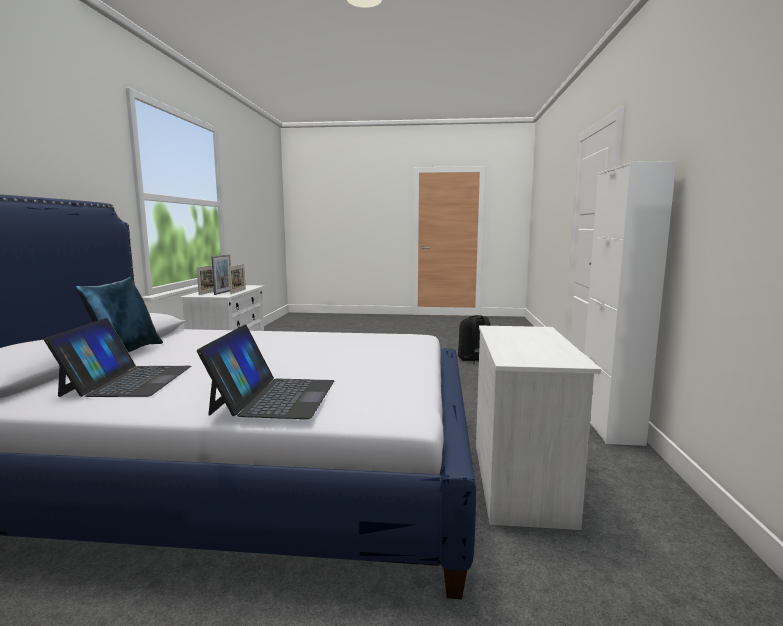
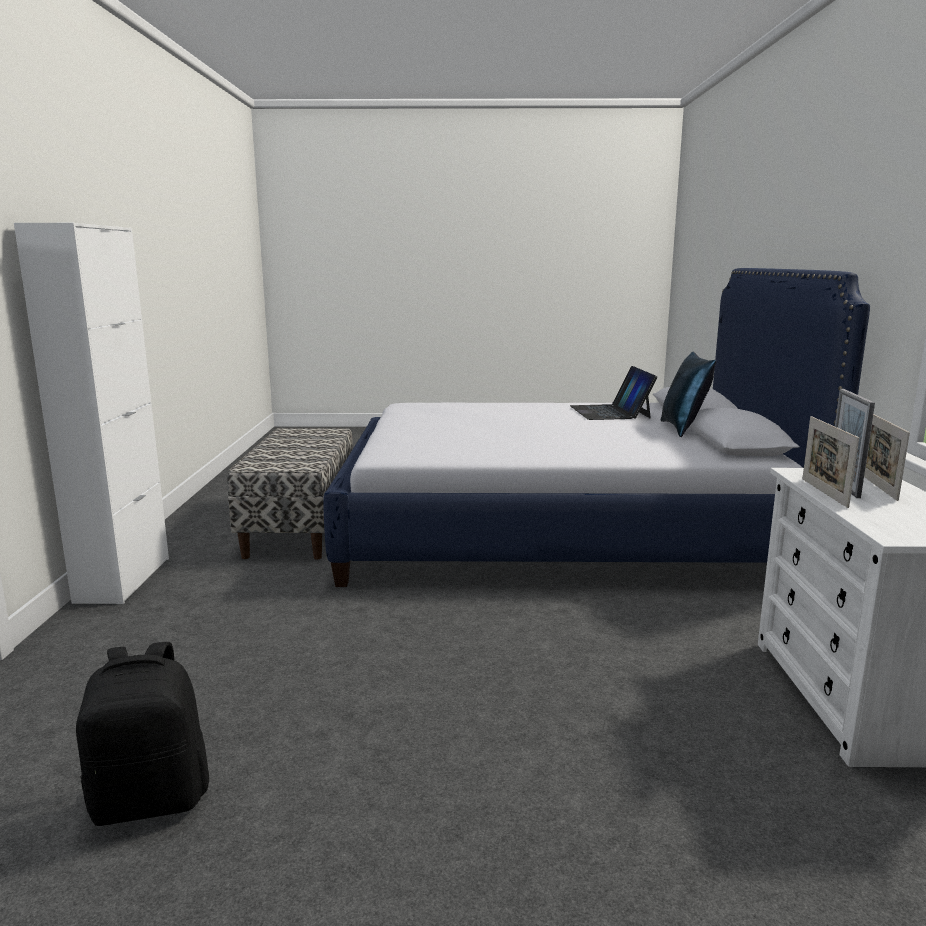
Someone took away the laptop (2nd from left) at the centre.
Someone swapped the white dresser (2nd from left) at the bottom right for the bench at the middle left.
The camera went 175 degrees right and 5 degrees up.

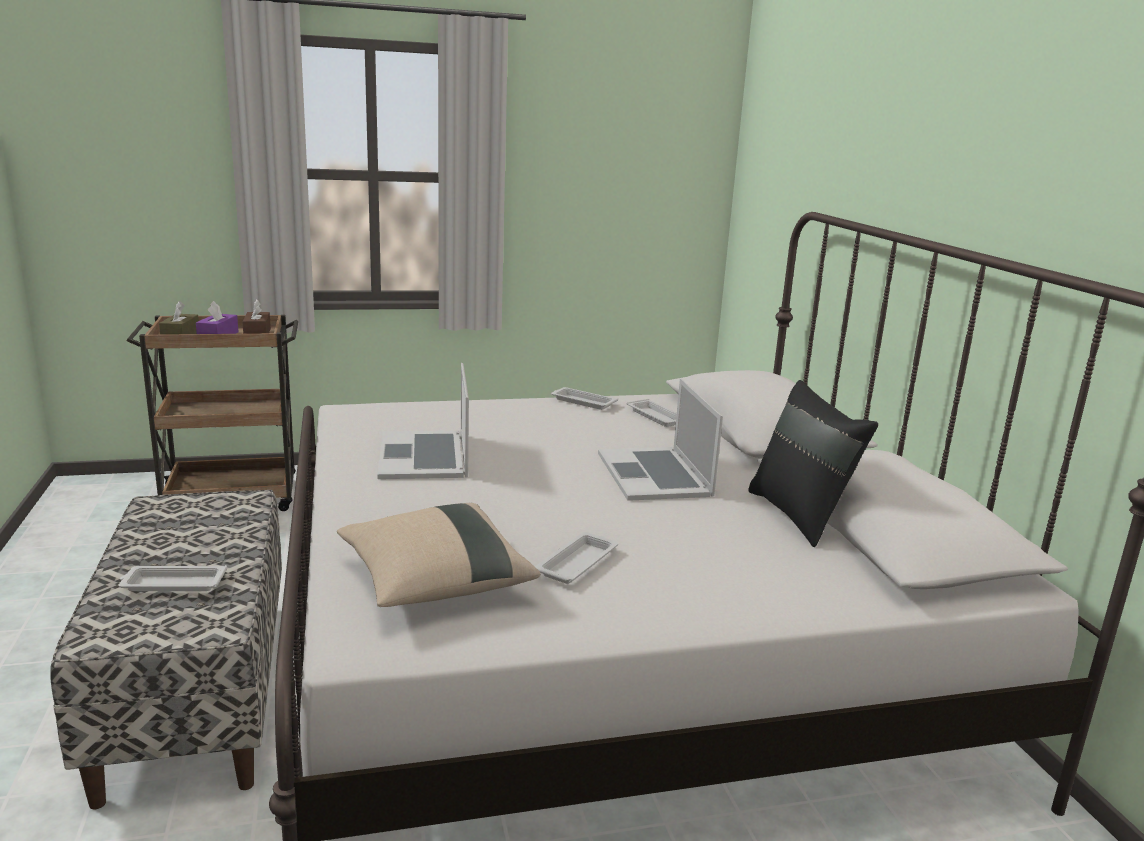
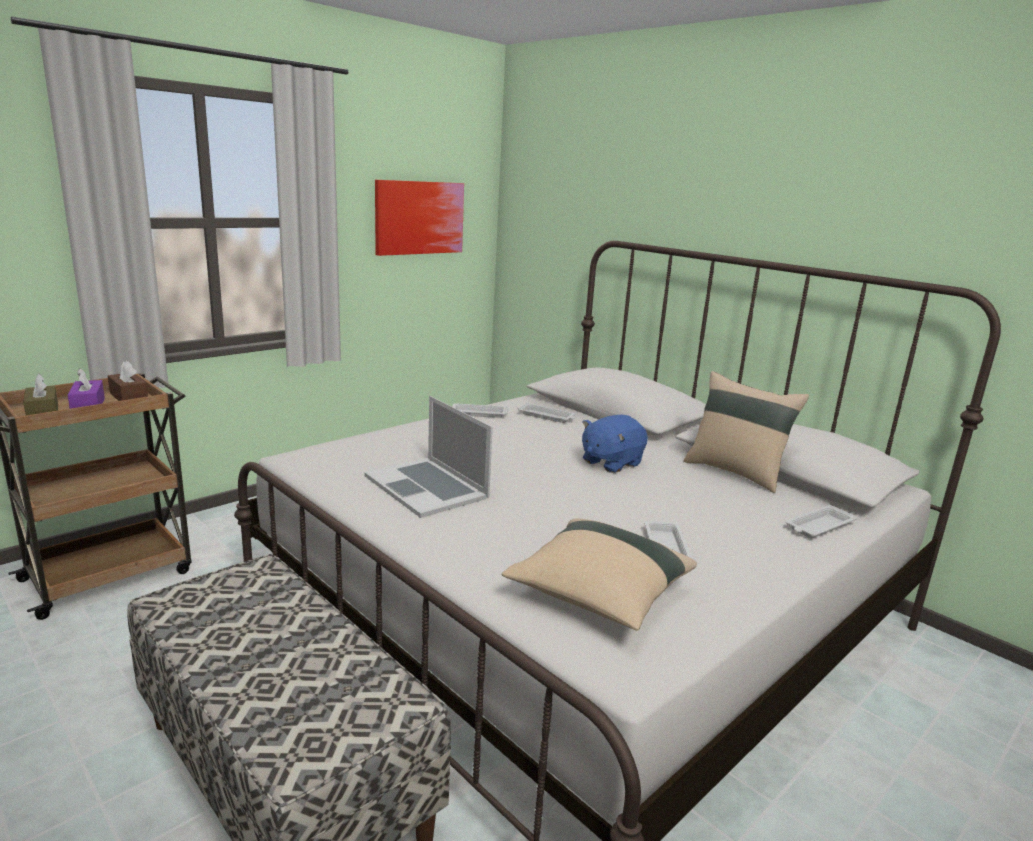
Someone swapped the laptop (2nd from left) at the centre for the blue plush toy at the centre.
Someone repainted the black pillow at the middle right, which became the beige pillow (2nd from left) at the middle right.
Someone carried the white tray (1st from left in the first image) from the bottom left to the middle right.
Someone put up the picture at the top centre.
The camera went 30 degrees left and 0 degrees up.

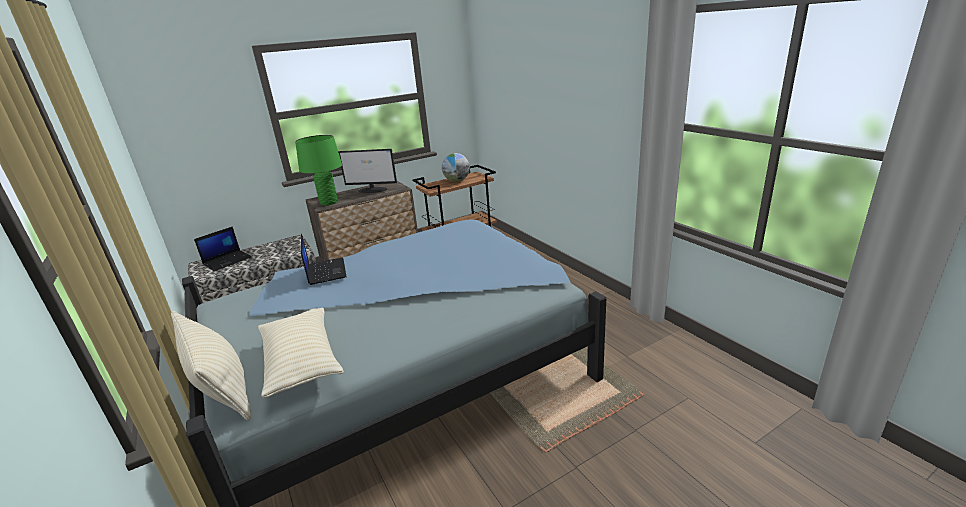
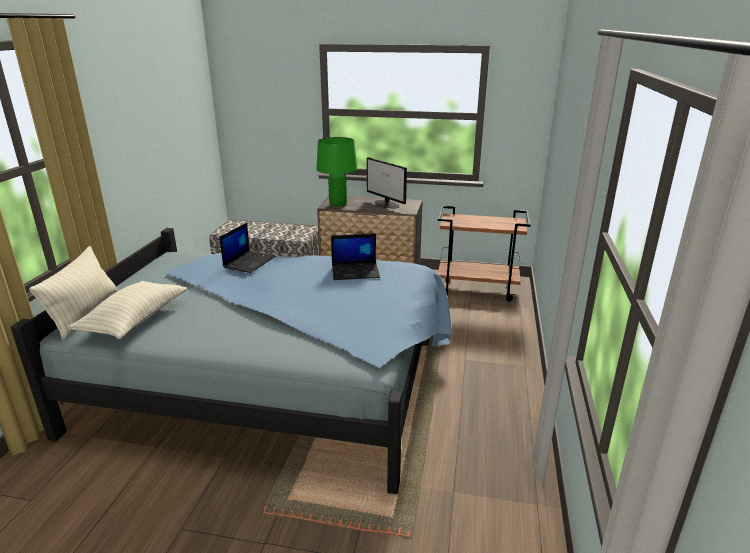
Someone took away the globe at the top centre.
Someone carried the laptop (1st from left in the first image) from the middle left to the centre.
The camera went 40 degrees right and 0 degrees up.

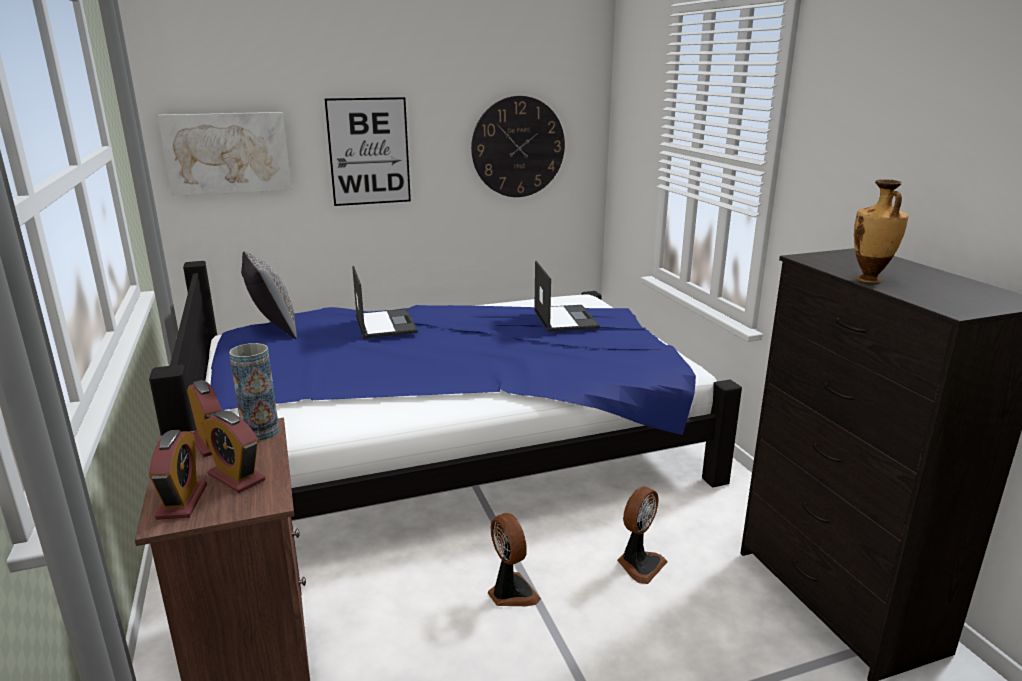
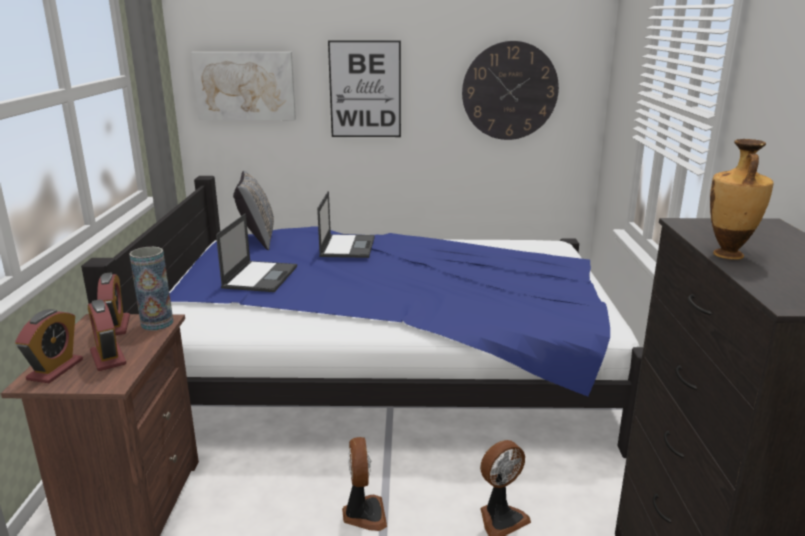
Someone carried the laptop (2nd from left in the first image) from the centre to the middle left.
The camera went 20 degrees right and 0 degrees up.

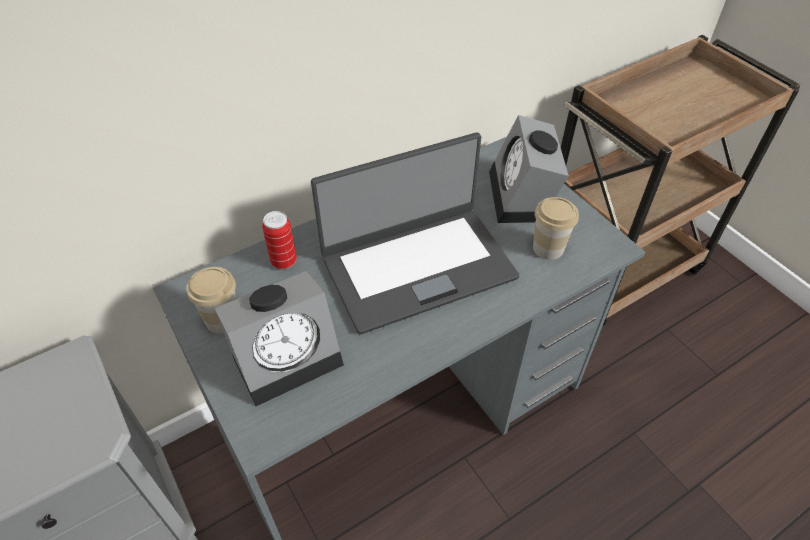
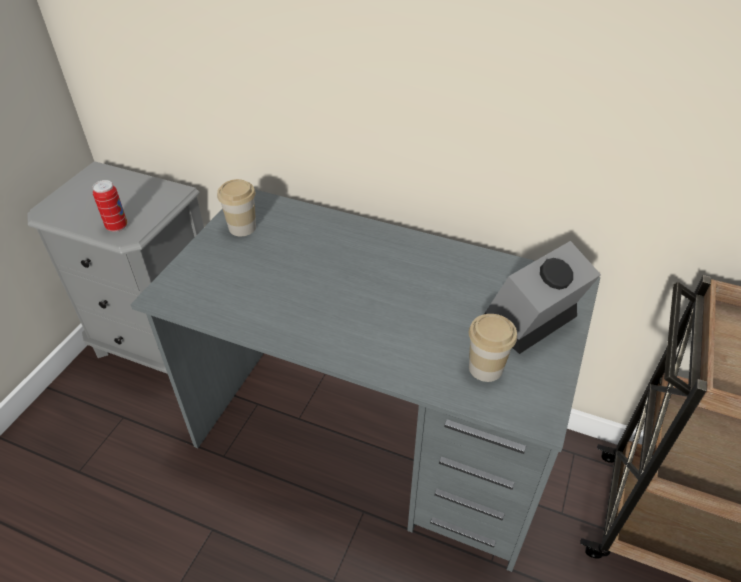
Someone took away the laptop at the centre.
Someone carried the can from the centre to the middle left.
Someone took away the alarm clock (1st from left) at the centre.
The camera went 55 degrees right and 5 degrees down.

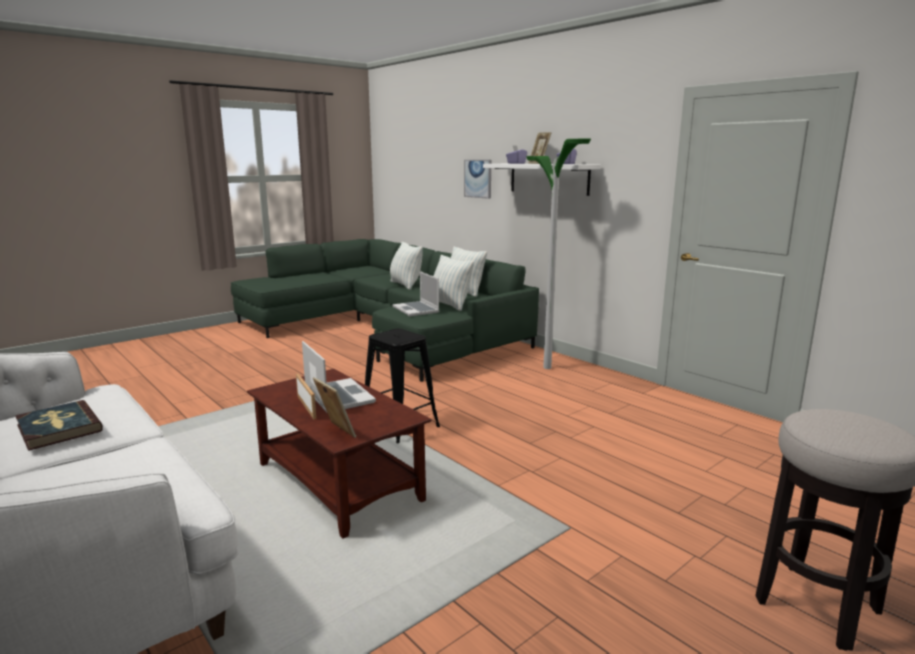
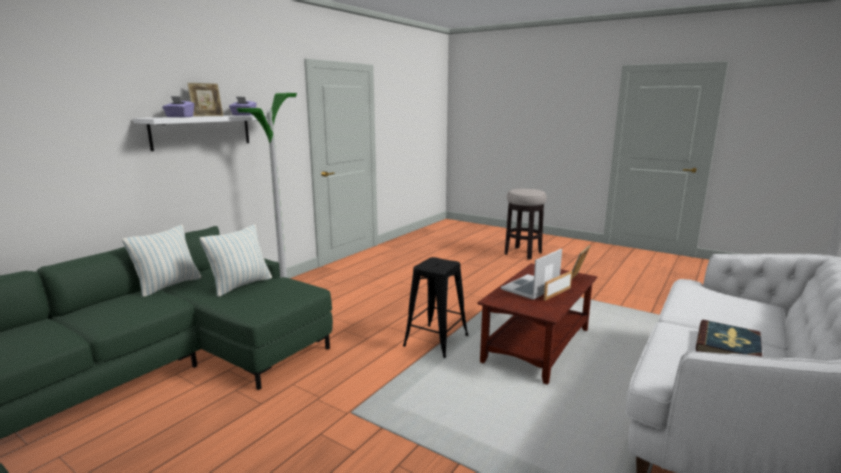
Someone took away the picture at the top centre.
Someone took away the pillow (1st from left) at the centre.
Someone took away the laptop (2nd from left) at the centre.
The camera went 105 degrees left and 0 degrees up.

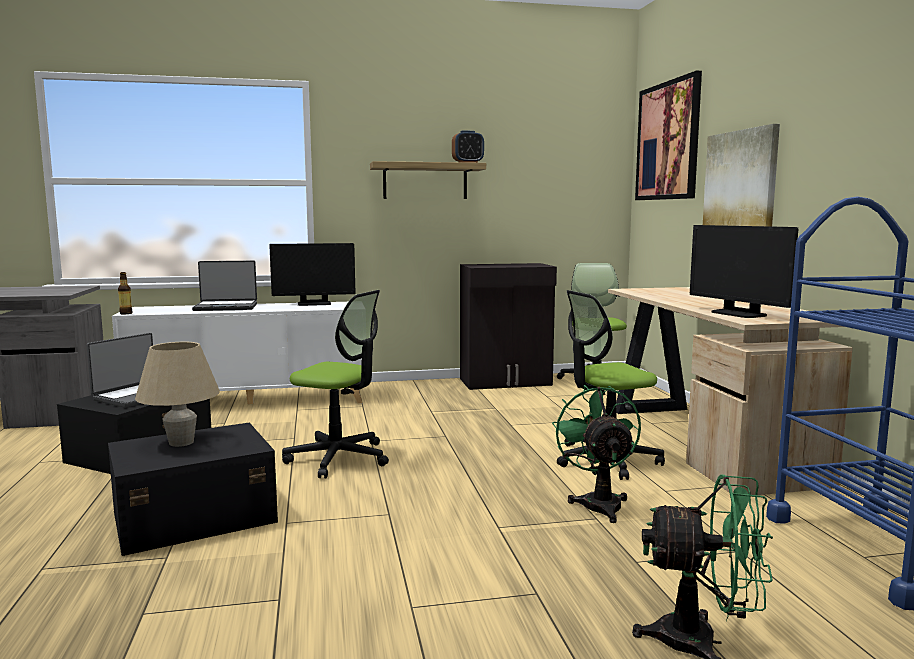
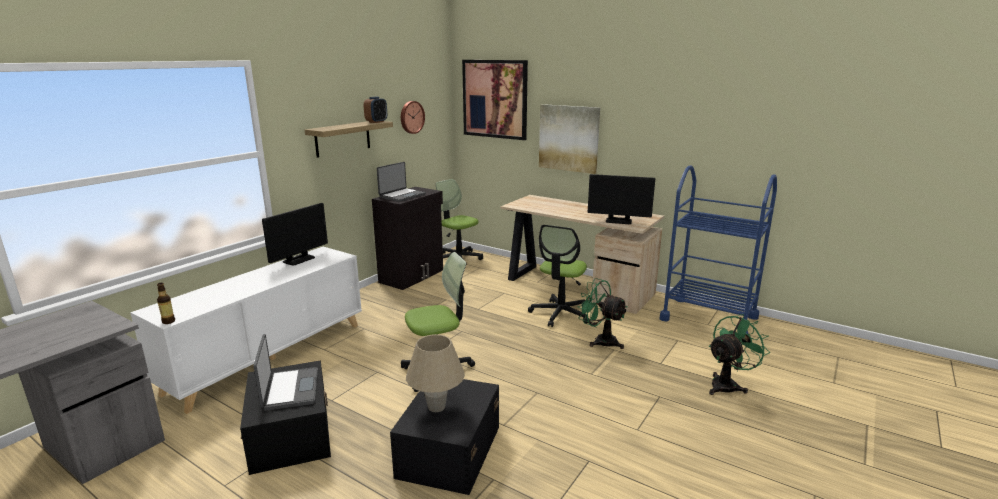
Someone carried the laptop (2nd from left) from the middle left to the centre.
Someone put up the wall clock at the top centre.
The camera went 45 degrees left and 10 degrees up.

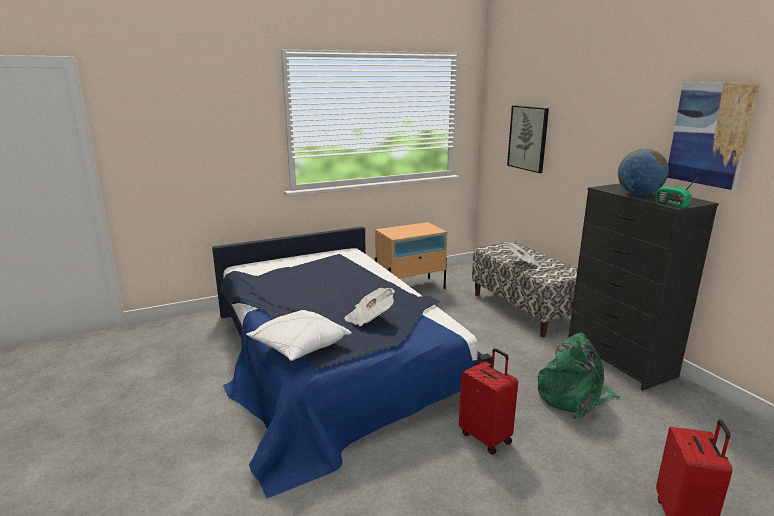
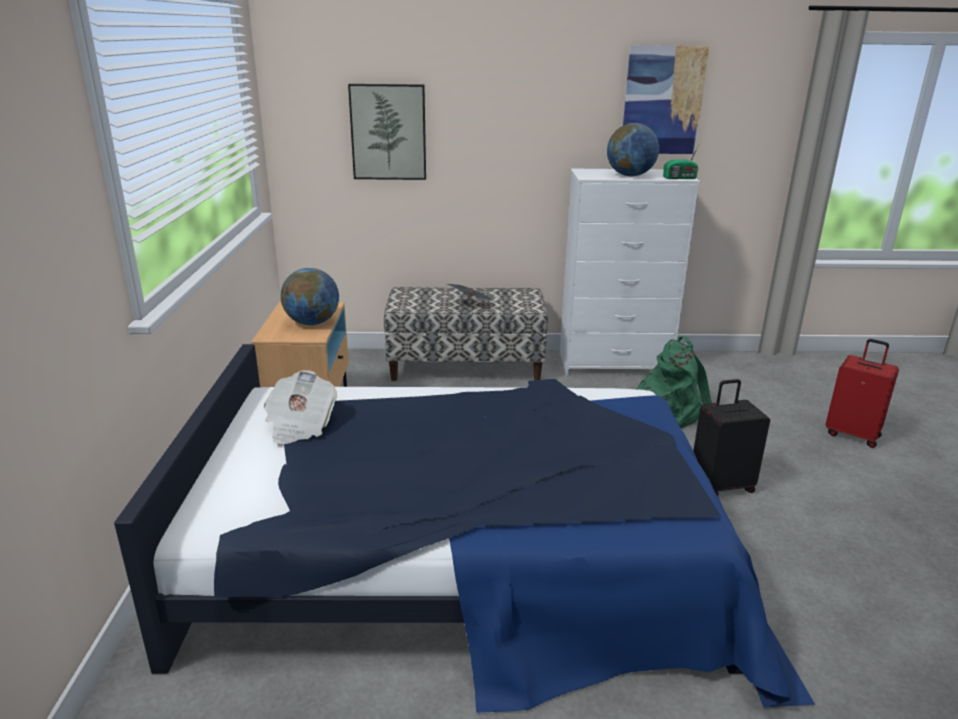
Someone repainted the black dresser at the middle right, which became the white dresser at the centre.
Someone carried the newspaper (1st from left) from the centre to the middle left.
Someone took away the white pillow at the centre.
Someone repainted the red suitcase (1st from left) at the bottom centre, which became the black suitcase at the middle right.
Someone put down the globe (1st from left) at the middle left.
The camera went 65 degrees left and 5 degrees up.

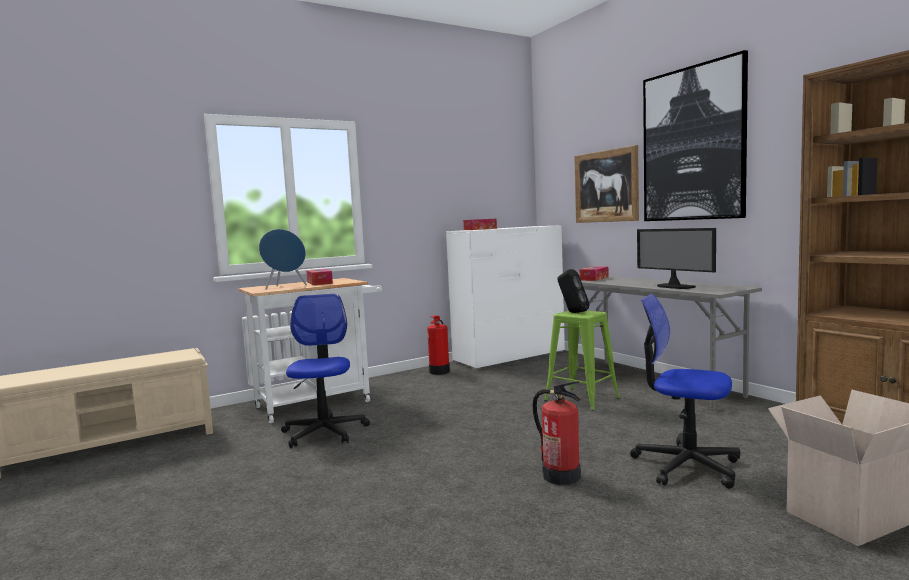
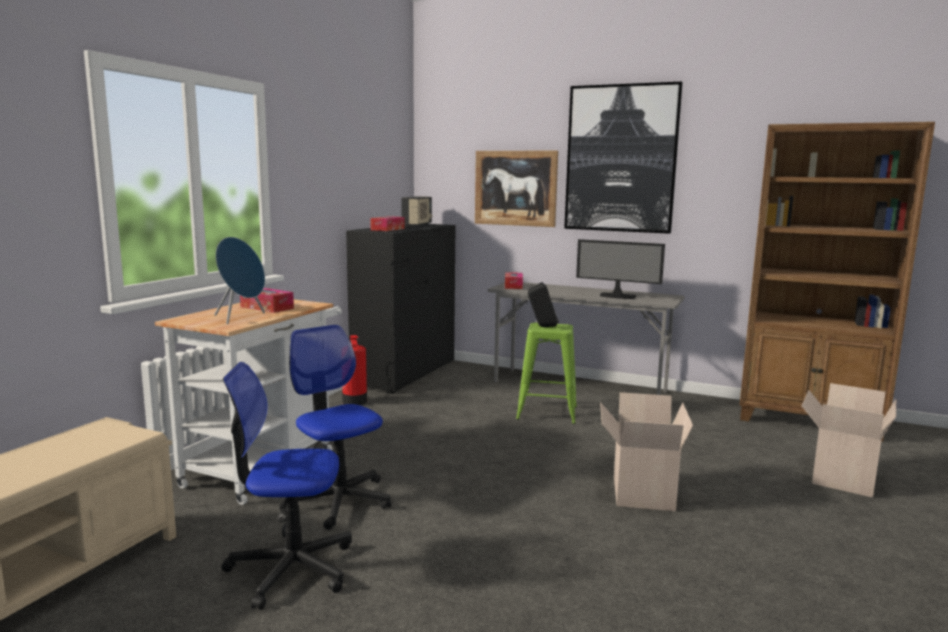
Someone repainted the white dresser at the centre, which became the black dresser at the centre.
Someone carried the office chair (2nd from left in the first image) from the bottom right to the bottom left.
Someone swapped the fire extinguisher (2nd from left) at the bottom centre for the cardboard box (1st from left) at the bottom right.
Someone put down the radio at the centre.
The camera went 35 degrees left and 5 degrees up.

